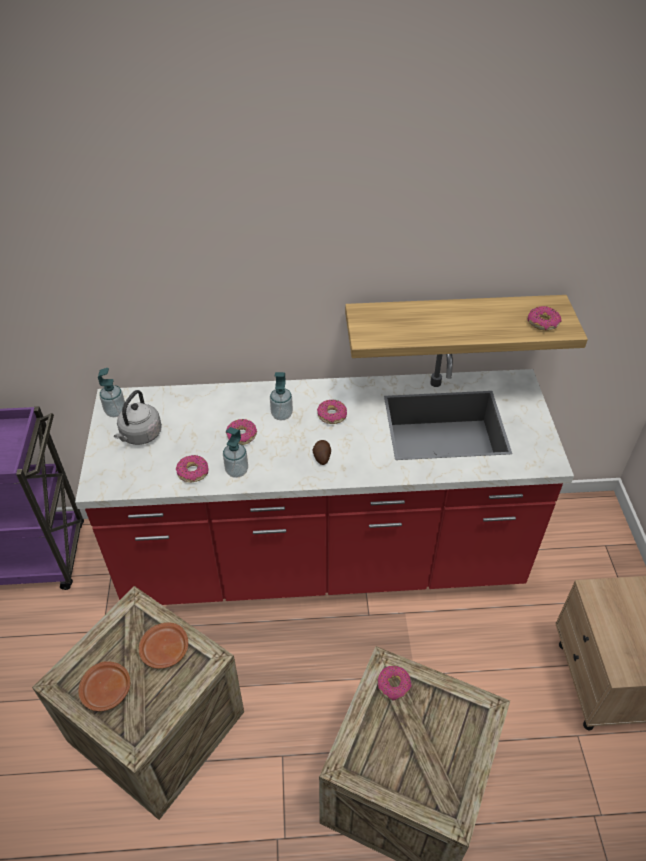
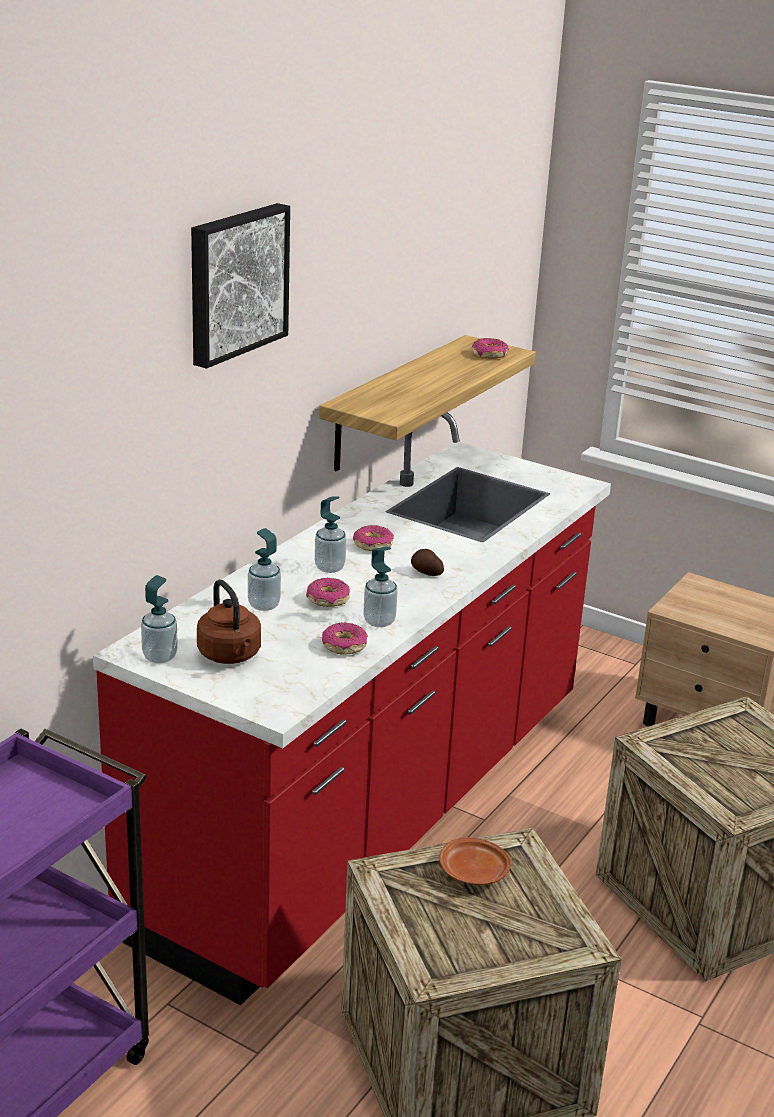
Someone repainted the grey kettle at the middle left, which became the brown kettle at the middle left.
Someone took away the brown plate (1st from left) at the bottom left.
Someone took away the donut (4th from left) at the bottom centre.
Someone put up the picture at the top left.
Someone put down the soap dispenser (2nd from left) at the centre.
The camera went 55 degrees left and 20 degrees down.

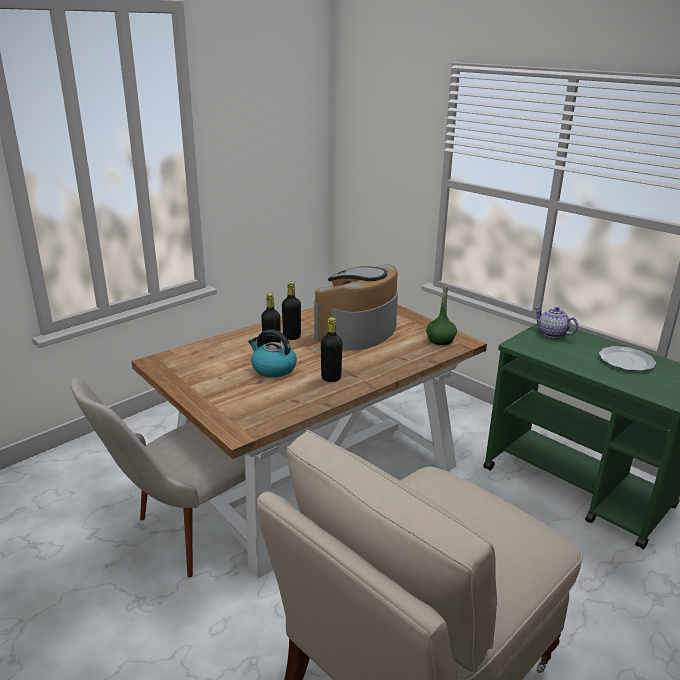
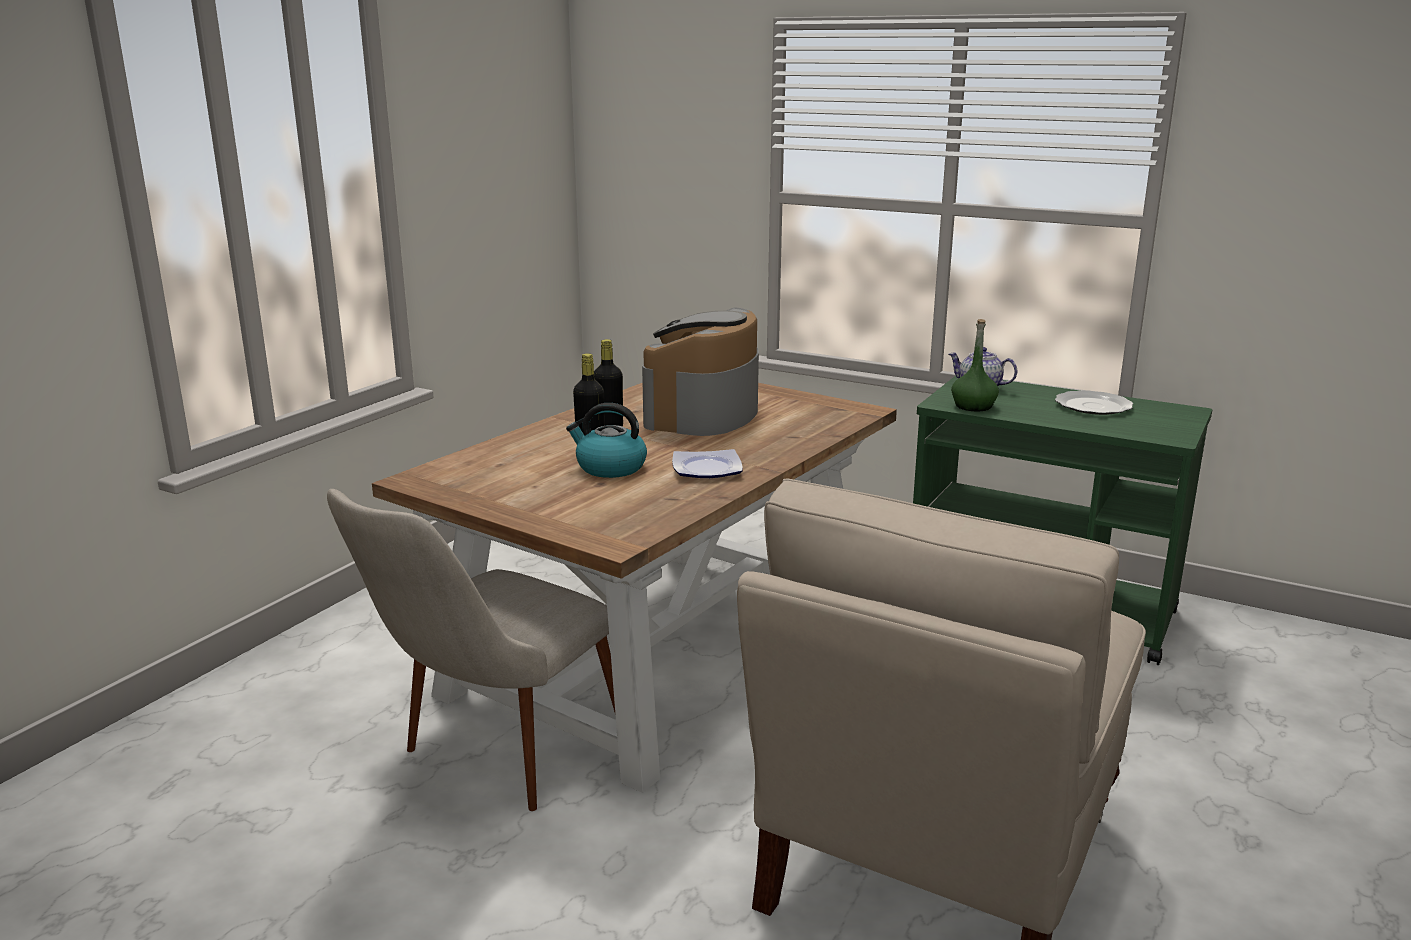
Someone carried the green bottle from the centre to the middle right.
Someone swapped the black bottle (3rd from left) at the centre for the plate (1st from left) at the centre.
The camera went 15 degrees left and 5 degrees down.

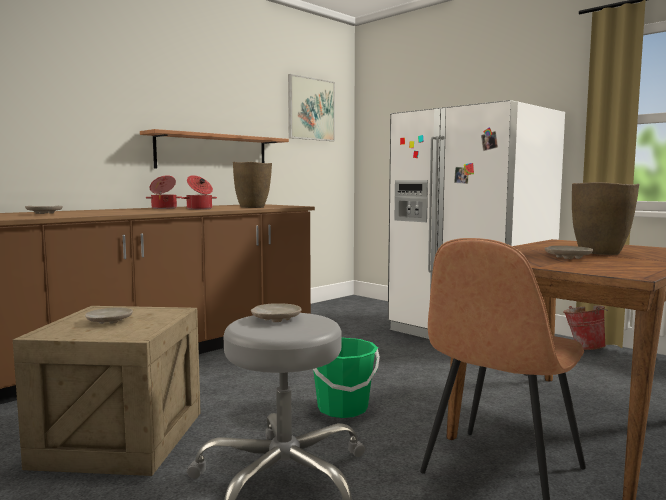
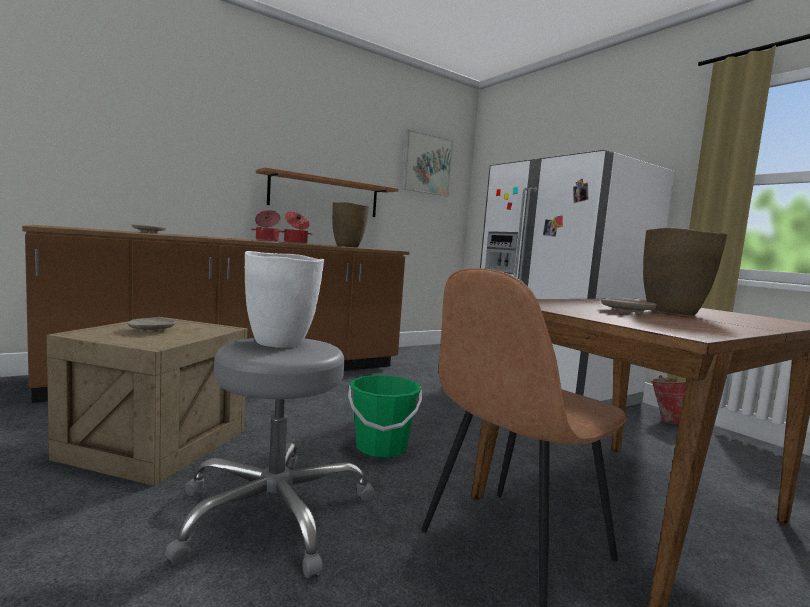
Someone swapped the beige plate (3rd from left) at the centre for the white vase at the centre.
The camera went 10 degrees right and 0 degrees up.

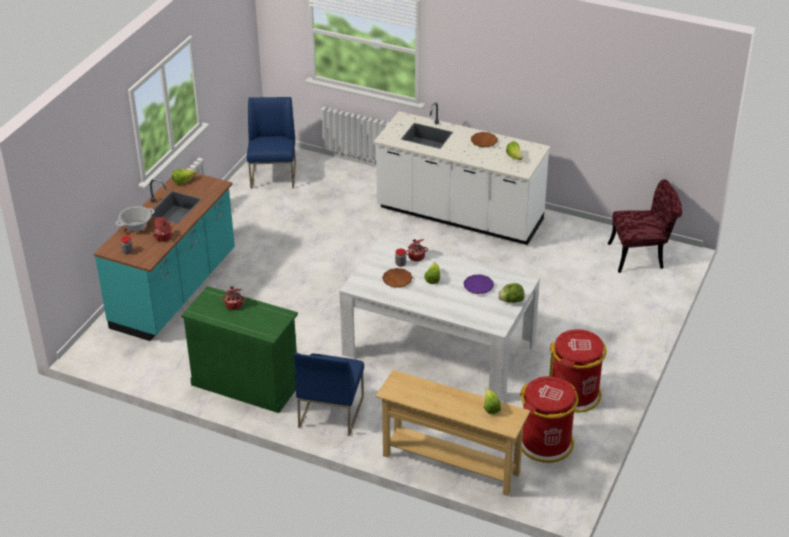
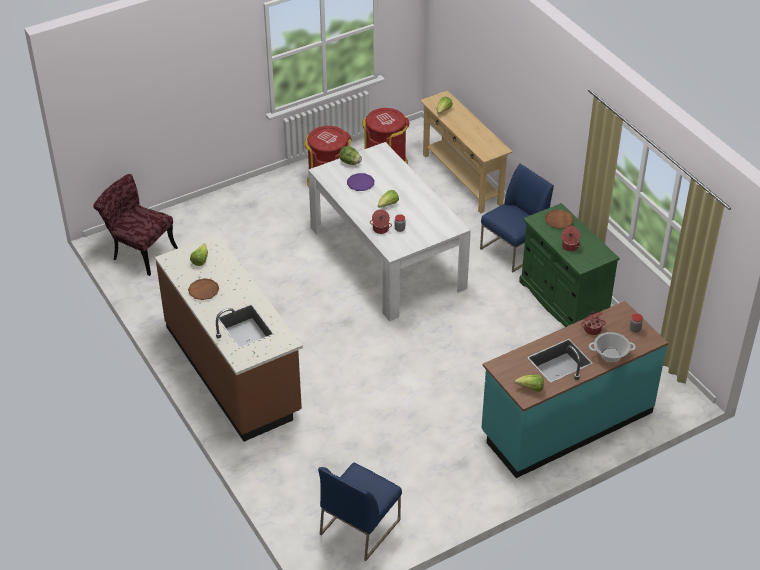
Someone repainted the white counter at the top centre, which became the brown counter at the middle left.
Someone carried the brown plate (1st from left in the first image) from the centre to the middle right.
The camera went 145 degrees left and 5 degrees up.

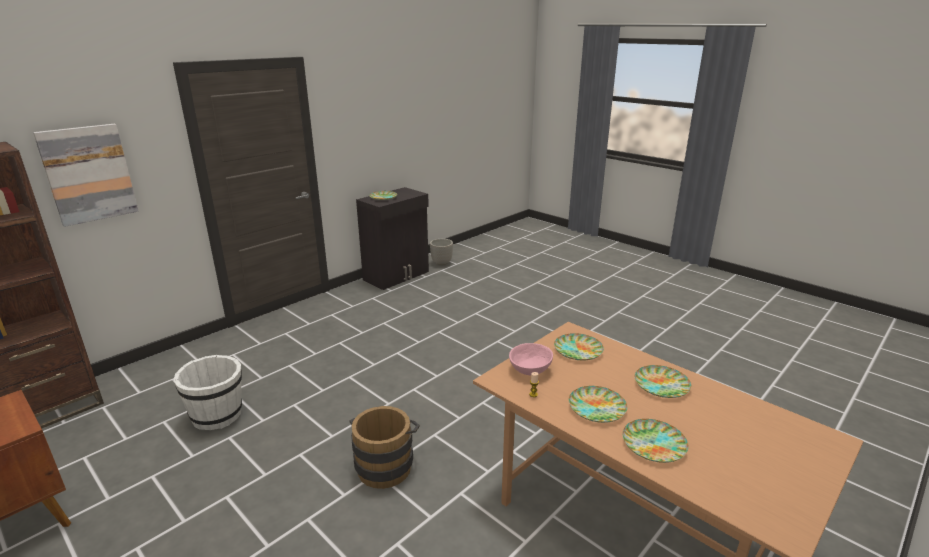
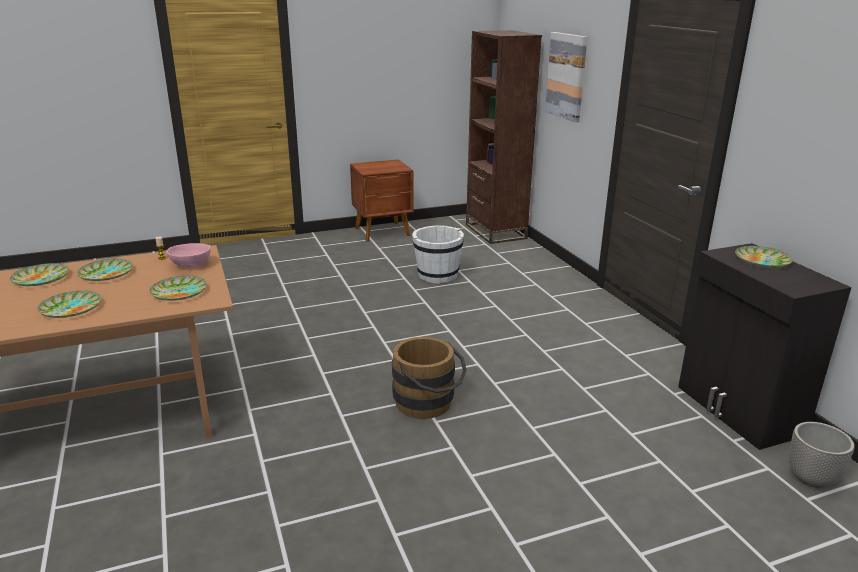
Someone carried the brown bucket from the bottom centre to the centre.
The camera went 115 degrees right and 0 degrees up.

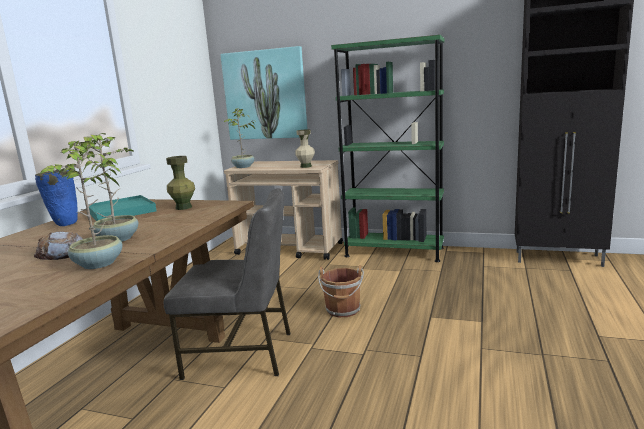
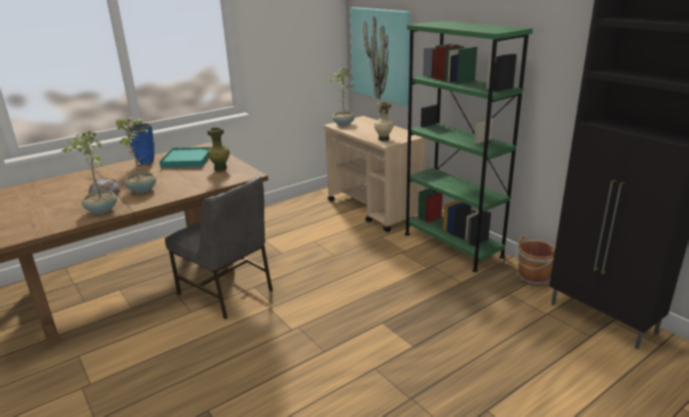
Someone carried the brown bucket from the bottom centre to the middle right.
The camera went 35 degrees right and 10 degrees up.

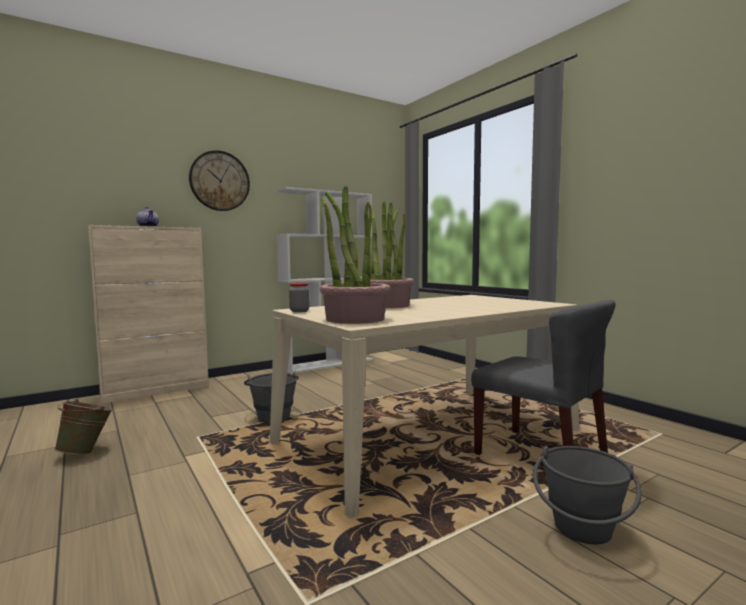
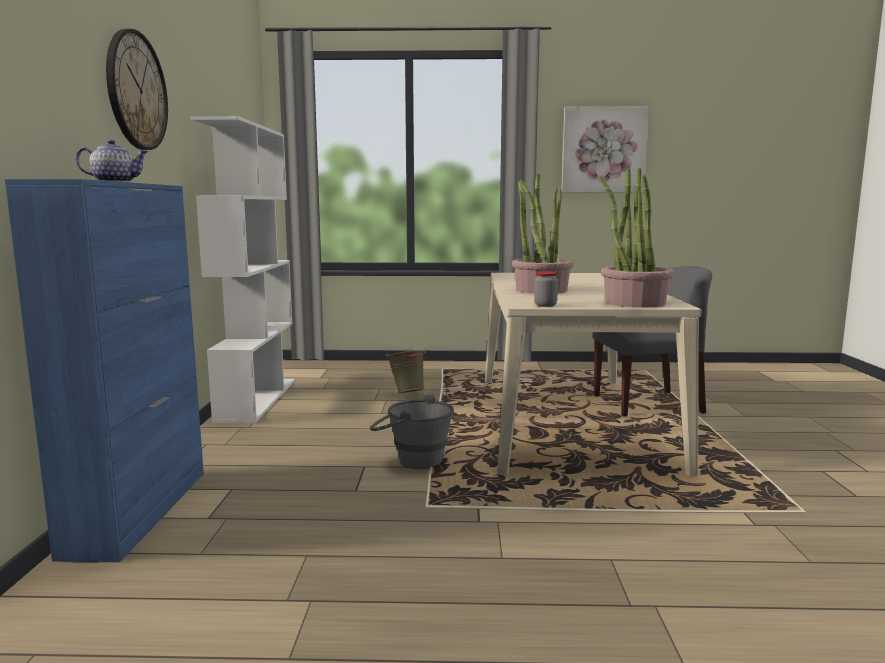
Someone repainted the beige cabinet at the middle left, which became the blue cabinet at the middle left.
Someone carried the green bucket from the bottom left to the centre.
Someone took away the grey bucket (2nd from left) at the bottom right.
Someone put up the picture at the top right.
The camera went 55 degrees left and 5 degrees up.

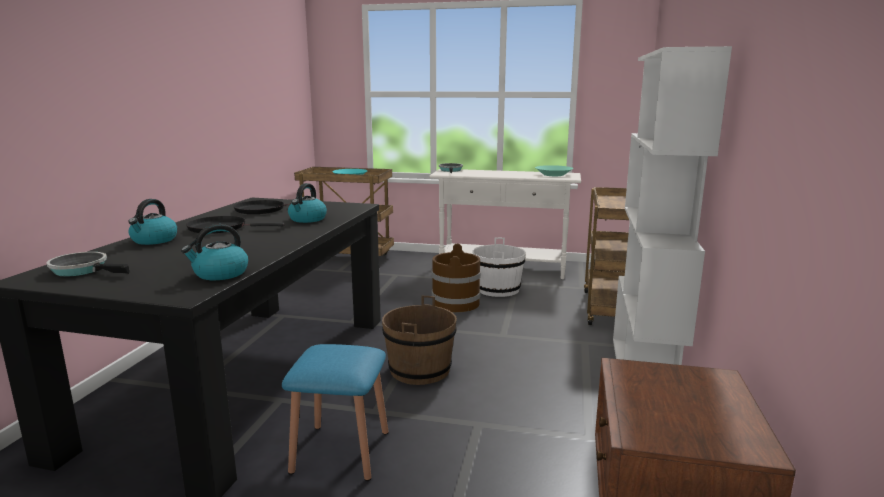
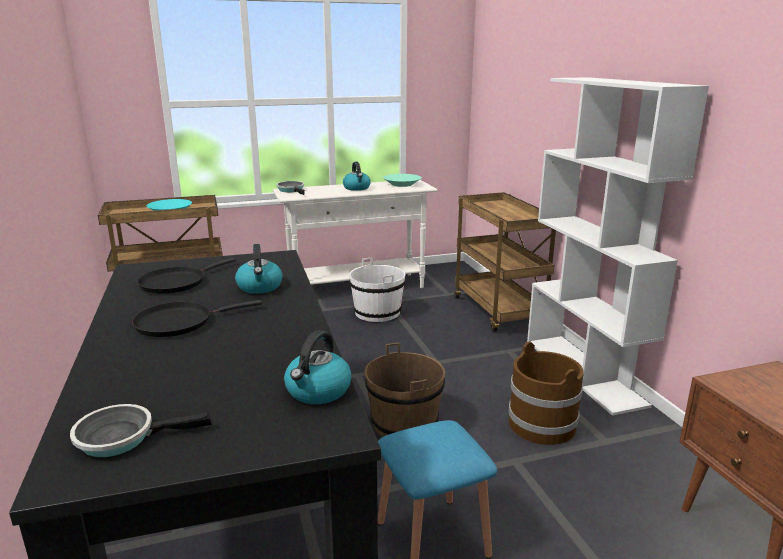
Someone carried the kettle (1st from left in the first image) from the middle left to the top centre.
Someone carried the brown bucket (2nd from left) from the centre to the bottom right.
The camera went 30 degrees left and 5 degrees up.

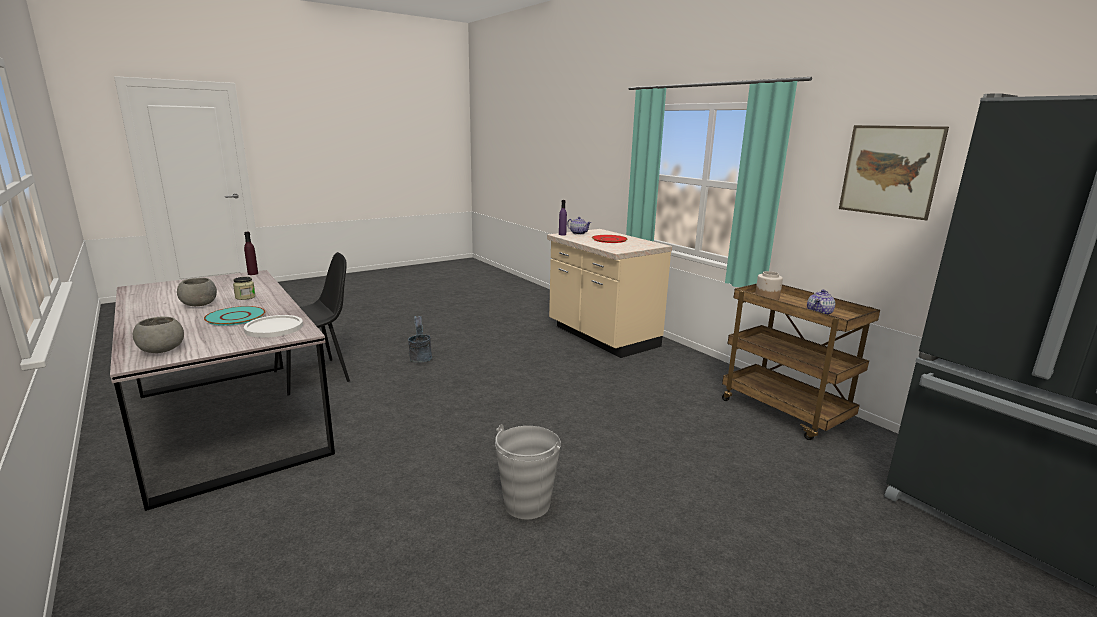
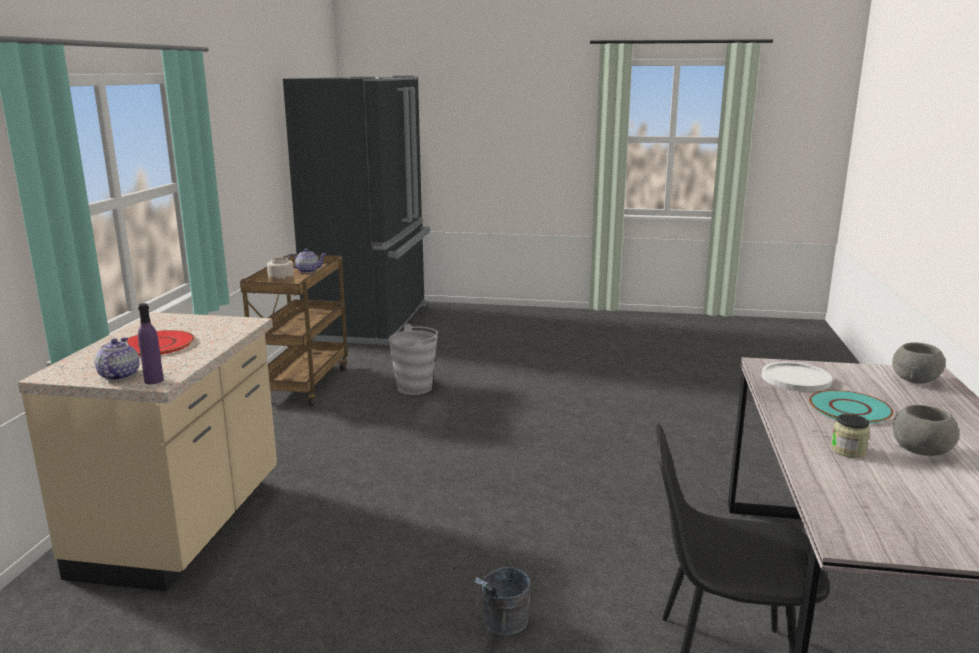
Someone took away the picture at the top right.
Someone took away the purple bottle (1st from left) at the middle left.
Someone carried the grey bucket (2nd from left in the first image) from the bottom centre to the centre.
The camera went 135 degrees left and 0 degrees up.

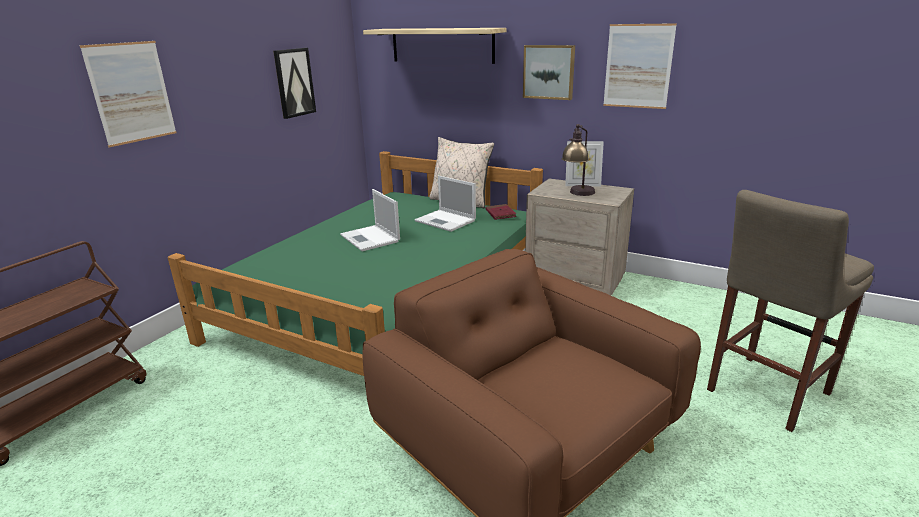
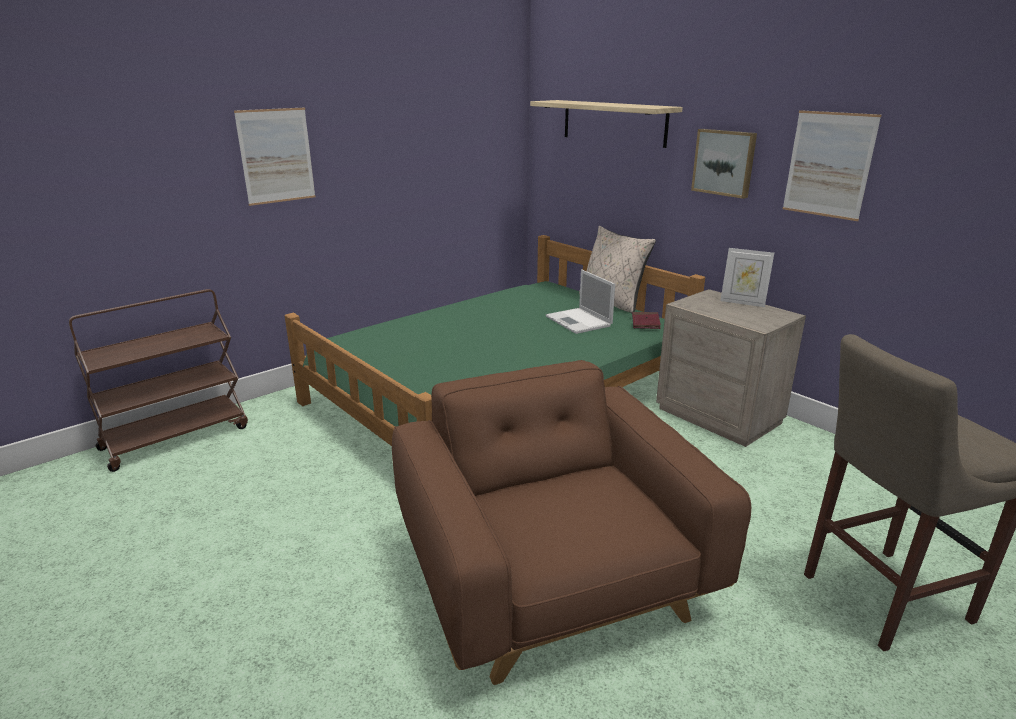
Someone took away the picture (2nd from left) at the top left.
Someone took away the table lamp at the top centre.
Someone took away the laptop (1st from left) at the centre.
The camera went 20 degrees right and 0 degrees up.

